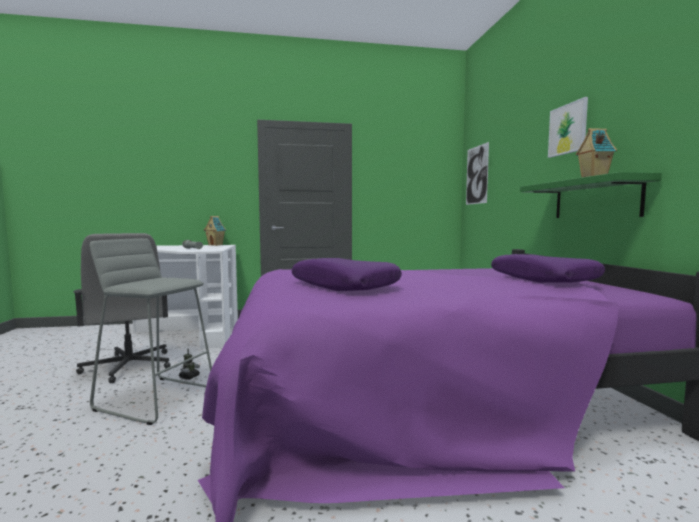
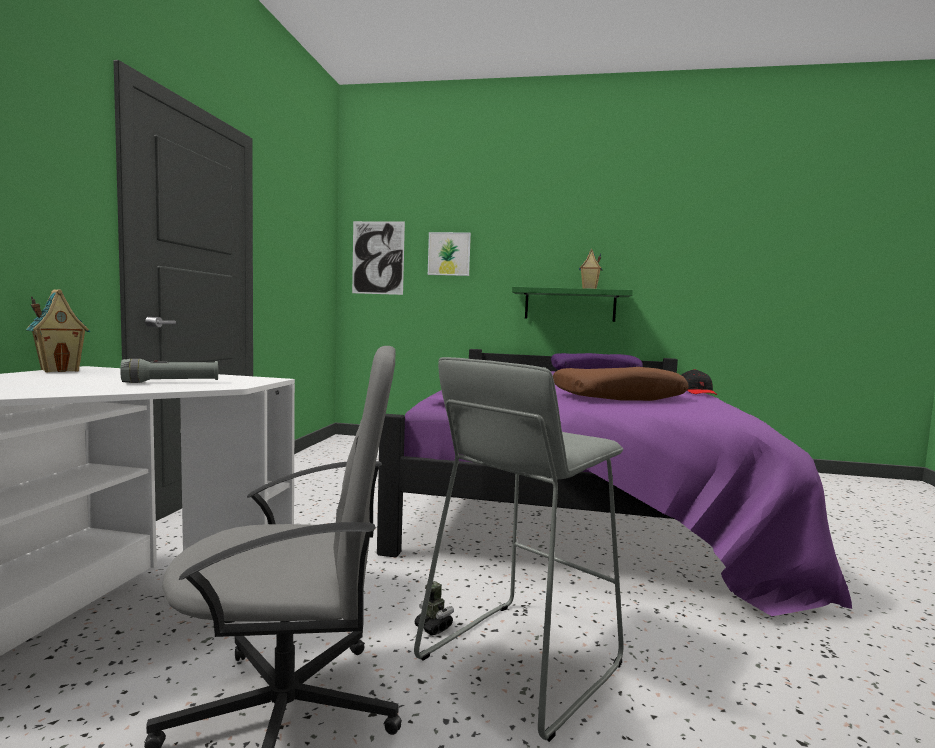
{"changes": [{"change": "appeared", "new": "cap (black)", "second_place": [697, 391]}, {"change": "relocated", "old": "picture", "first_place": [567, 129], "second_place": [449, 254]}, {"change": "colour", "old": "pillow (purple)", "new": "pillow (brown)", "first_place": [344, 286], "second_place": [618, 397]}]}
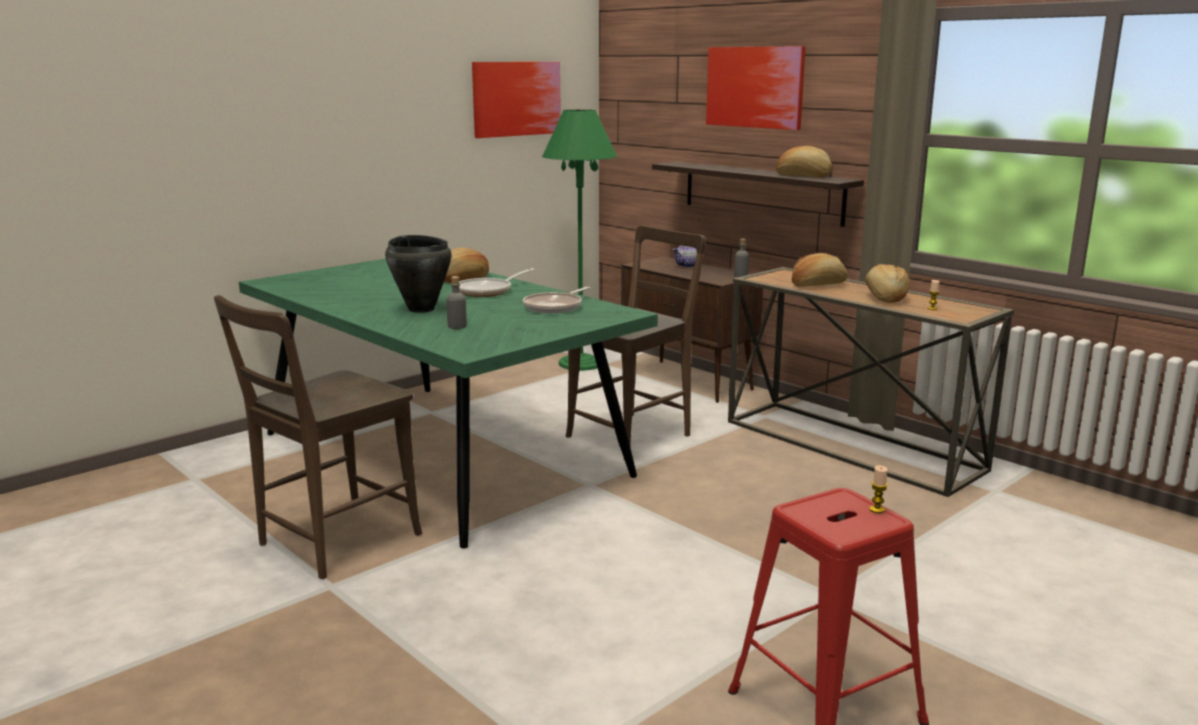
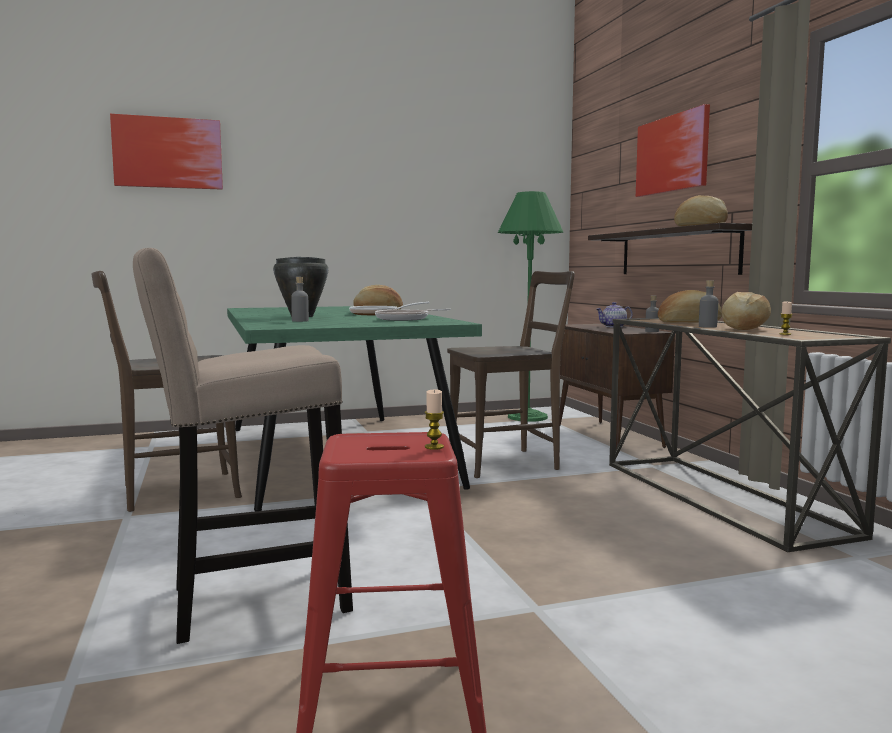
{"changes": [{"change": "appeared", "new": "stool (beige)", "second_place": [248, 601]}, {"change": "appeared", "new": "bottle (grey)", "second_place": [707, 326]}, {"change": "relocated", "old": "picture", "first_place": [516, 98], "second_place": [168, 153]}]}
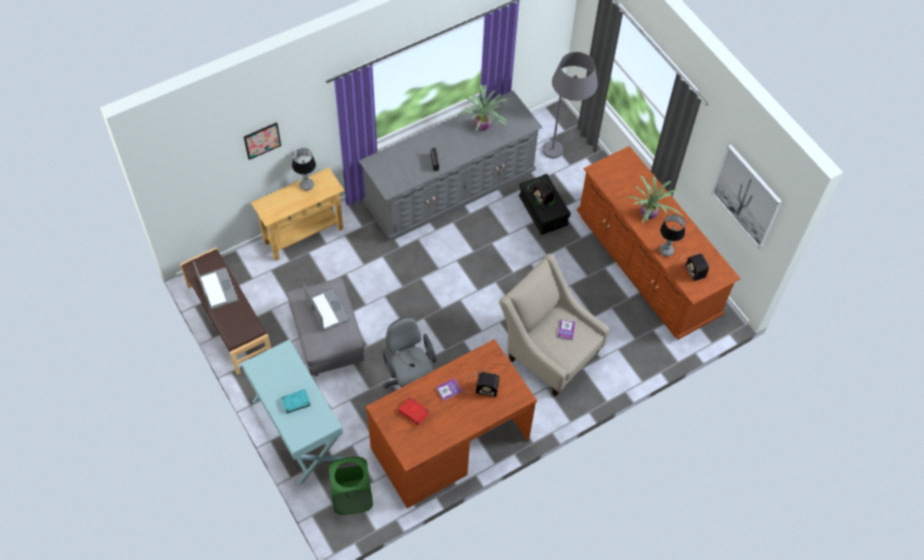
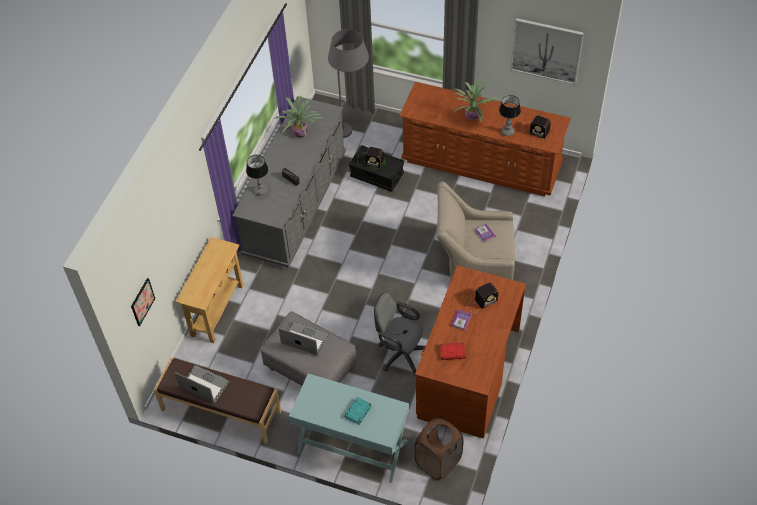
{"changes": [{"change": "relocated", "old": "picture", "first_place": [262, 140], "second_place": [142, 302]}, {"change": "relocated", "old": "table lamp", "first_place": [307, 185], "second_place": [261, 191]}, {"change": "colour", "old": "laundry basket (green)", "new": "laundry basket (brown)", "first_place": [352, 497], "second_place": [438, 461]}]}
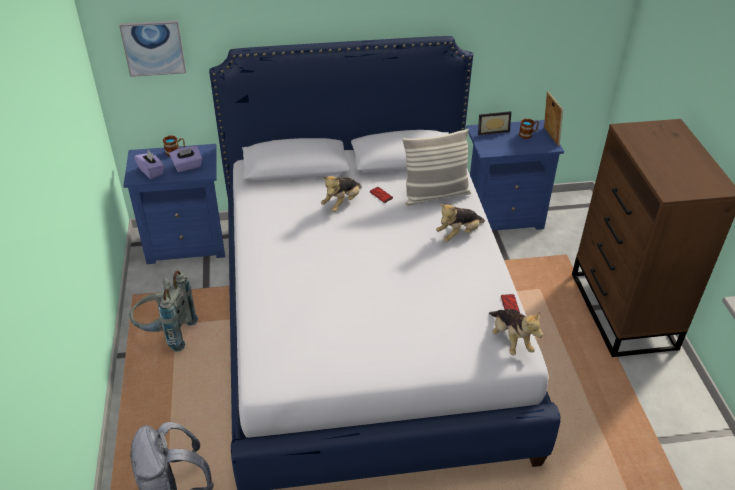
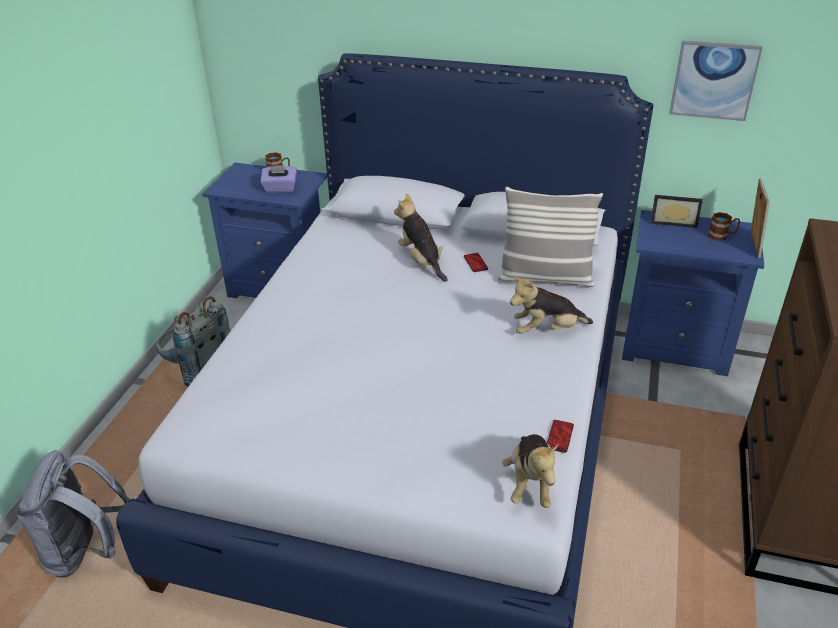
{"changes": [{"change": "missing", "old": "tissue box (purple)", "first_place": [151, 171]}, {"change": "relocated", "old": "picture", "first_place": [153, 48], "second_place": [714, 80]}, {"change": "spun", "old": "plush toy", "first_place": [342, 203], "second_place": [421, 261], "degrees": 90}]}
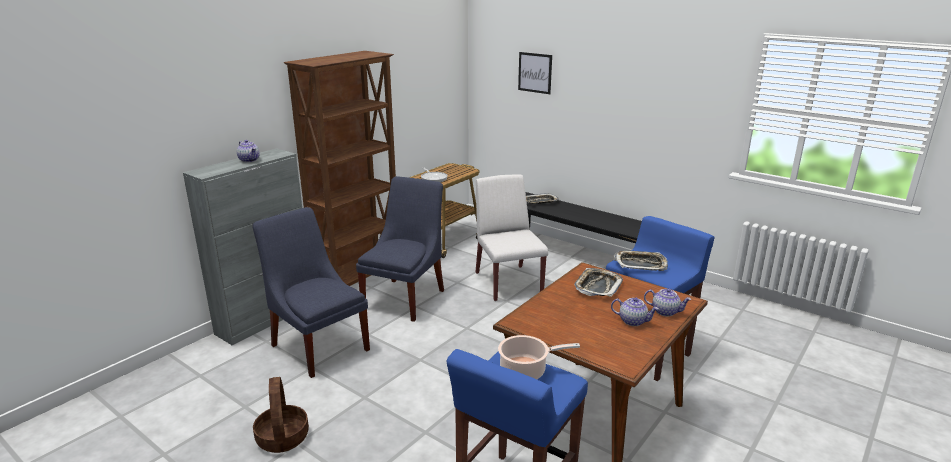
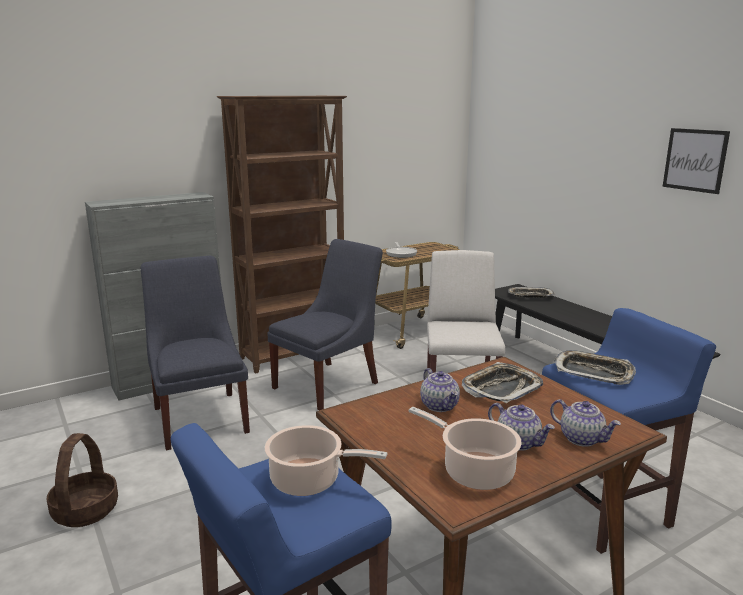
{"changes": [{"change": "appeared", "new": "cooking pot", "second_place": [474, 471]}, {"change": "relocated", "old": "teapot", "first_place": [249, 160], "second_place": [440, 406]}, {"change": "relocated", "old": "picture", "first_place": [535, 72], "second_place": [695, 160]}]}
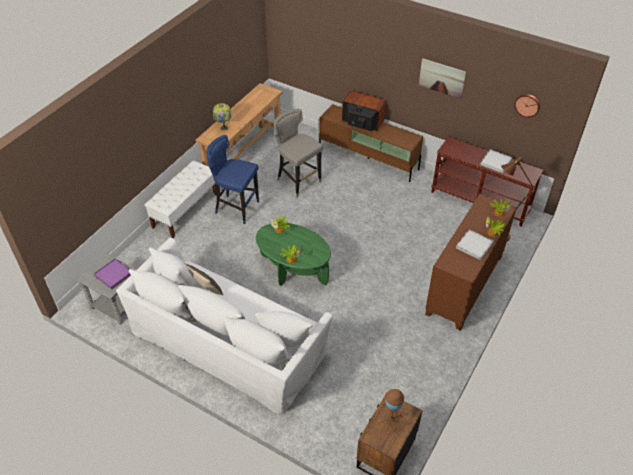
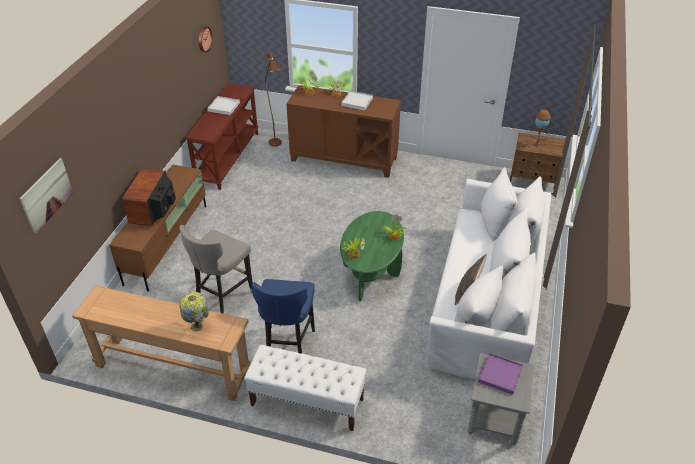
{"changes": [{"change": "relocated", "old": "picture", "first_place": [442, 78], "second_place": [46, 195]}]}
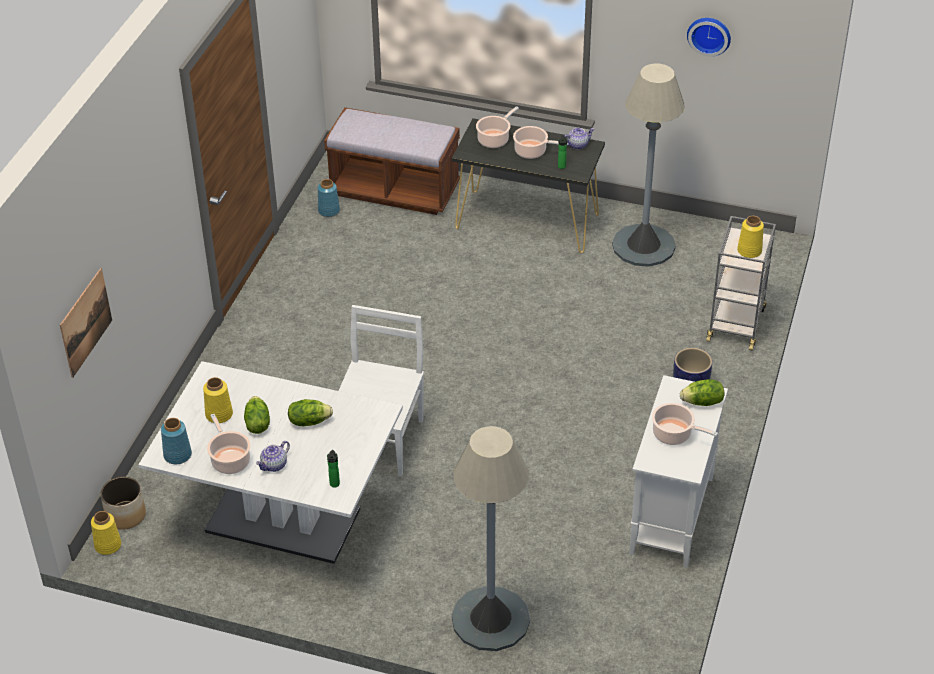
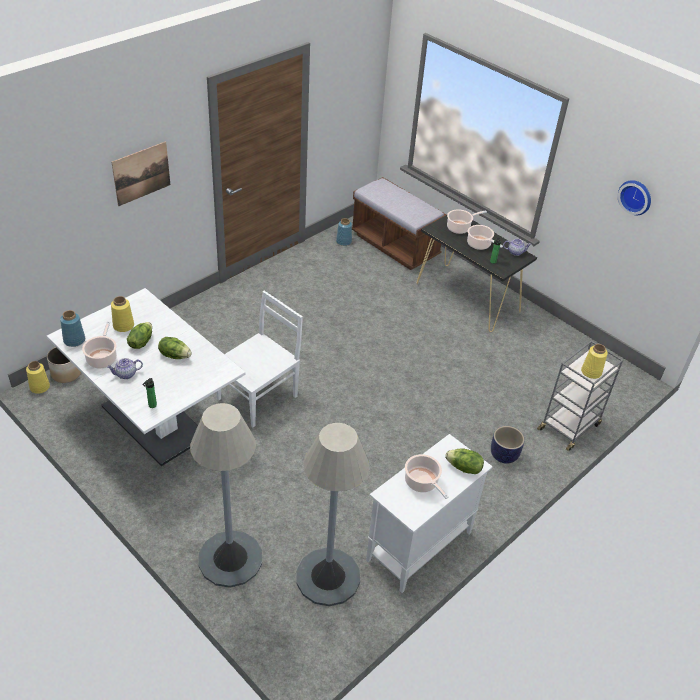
{"changes": [{"change": "relocated", "old": "picture", "first_place": [86, 322], "second_place": [141, 173]}, {"change": "relocated", "old": "floor lamp (grey)", "first_place": [643, 246], "second_place": [328, 577]}]}
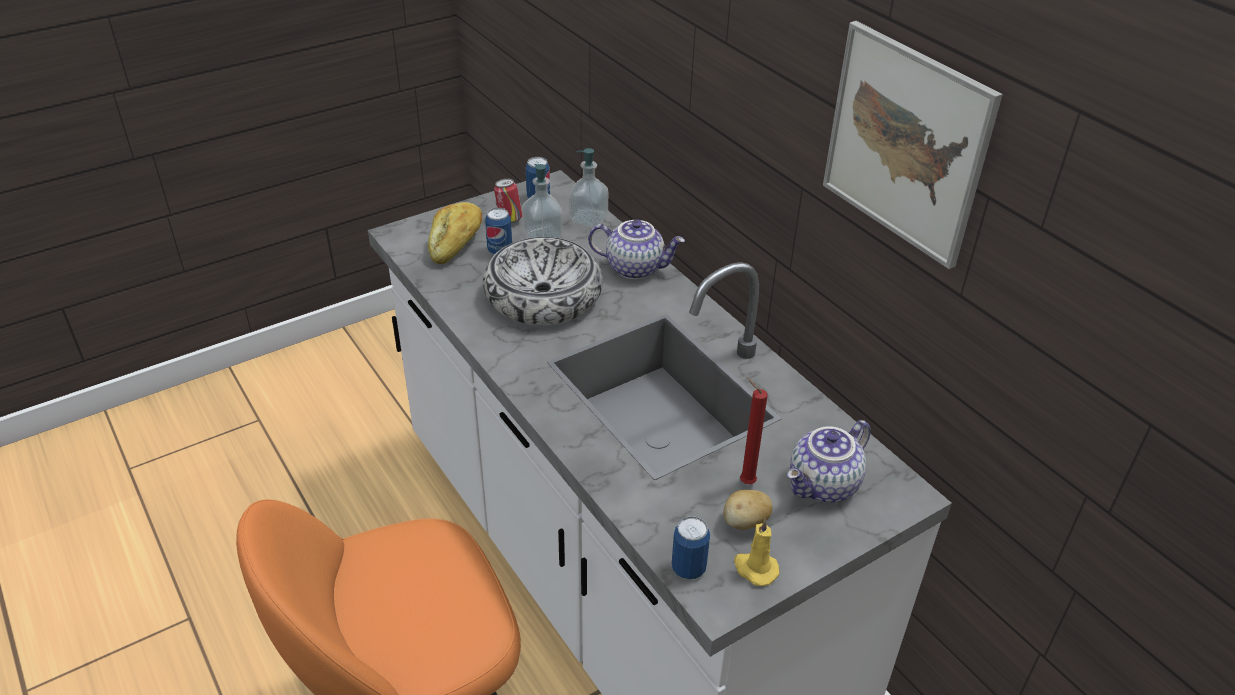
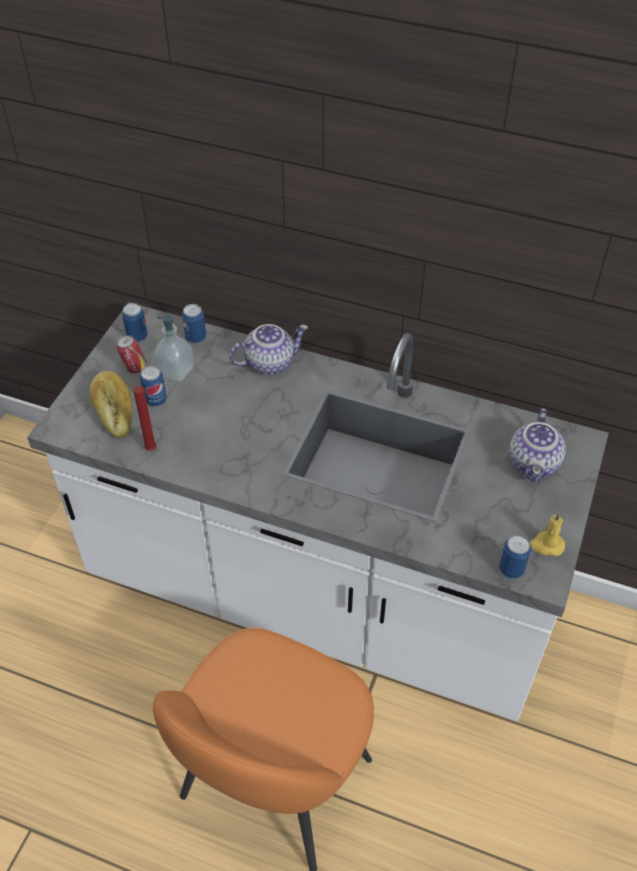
{"changes": [{"change": "missing", "old": "bowl", "first_place": [543, 295]}, {"change": "missing", "old": "potato", "first_place": [745, 523]}, {"change": "missing", "old": "picture", "first_place": [905, 143]}, {"change": "relocated", "old": "candle (red)", "first_place": [745, 481], "second_place": [148, 449]}, {"change": "exchanged", "old": "soap dispenser", "new": "can", "first_place": [588, 220], "second_place": [195, 338]}]}
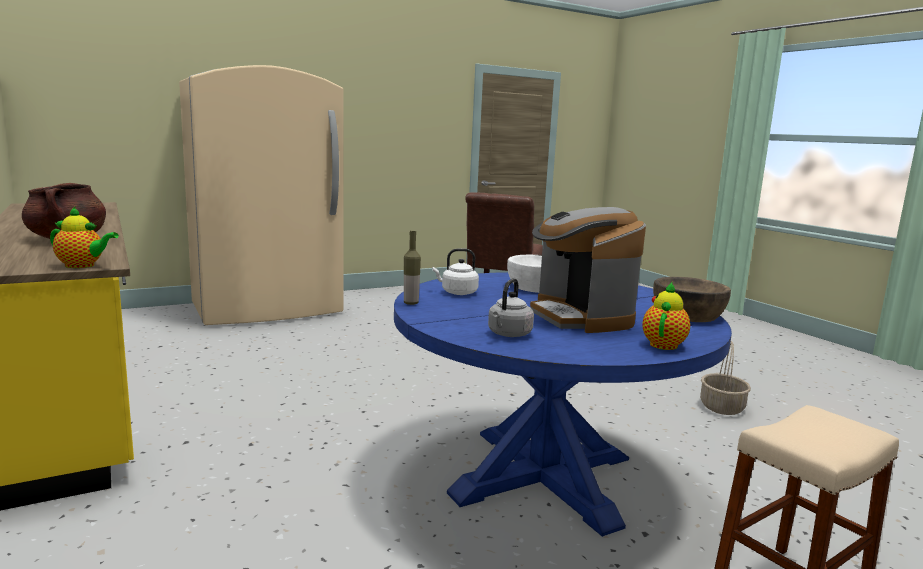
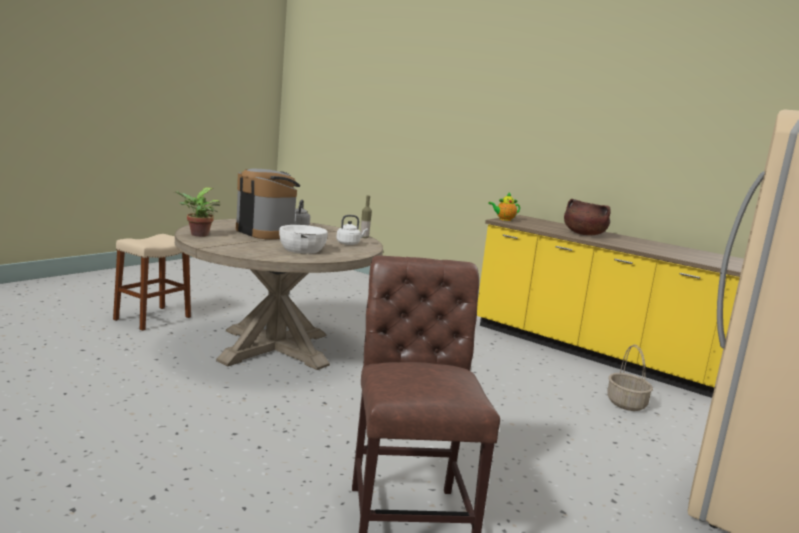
{"changes": [{"change": "missing", "old": "teapot", "first_place": [664, 344]}, {"change": "relocated", "old": "basket", "first_place": [721, 407], "second_place": [626, 404]}, {"change": "exchanged", "old": "bowl (brown)", "new": "potted plant", "first_place": [688, 314], "second_place": [197, 235]}, {"change": "colour", "old": "dining table (blue)", "new": "dining table (beige)", "first_place": [543, 475], "second_place": [275, 347]}]}
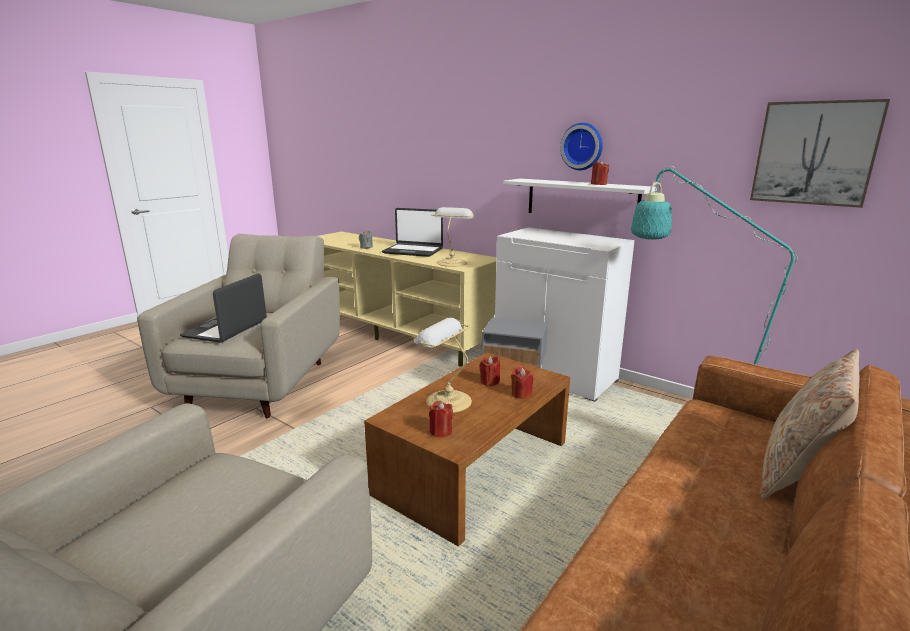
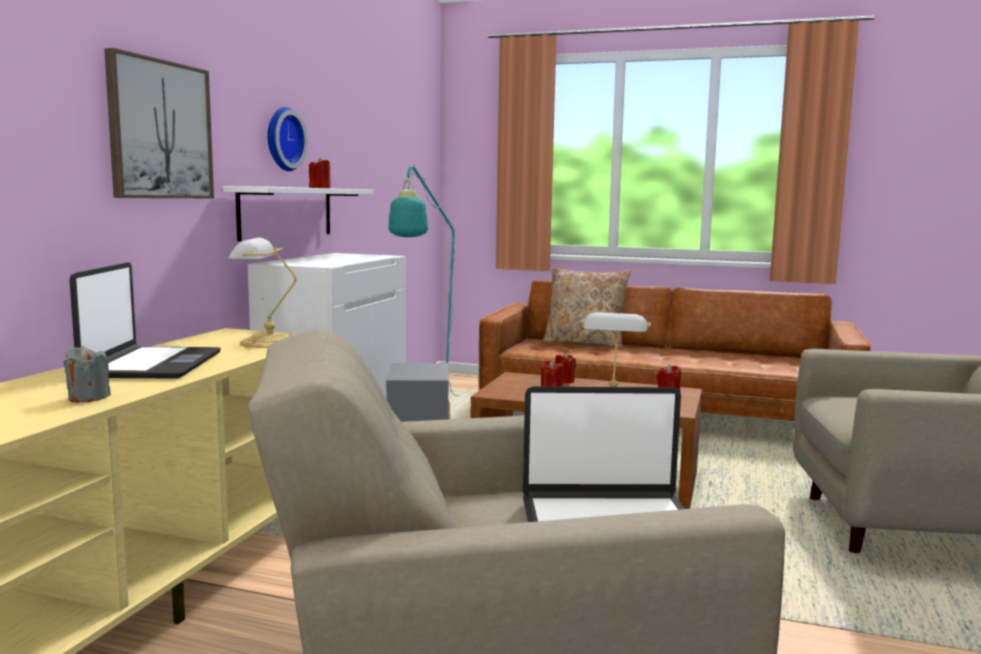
{"changes": [{"change": "relocated", "old": "picture", "first_place": [814, 153], "second_place": [160, 130]}]}
